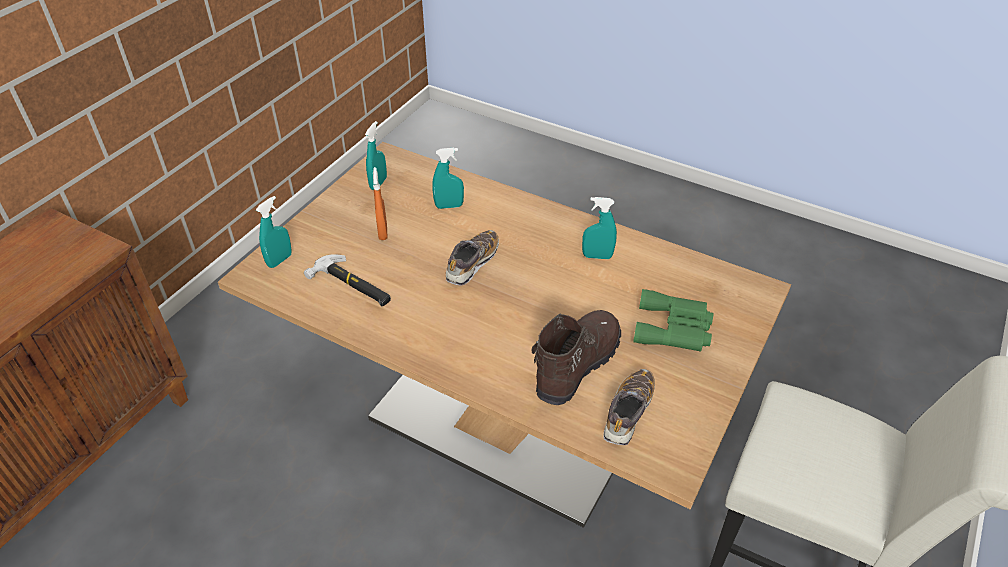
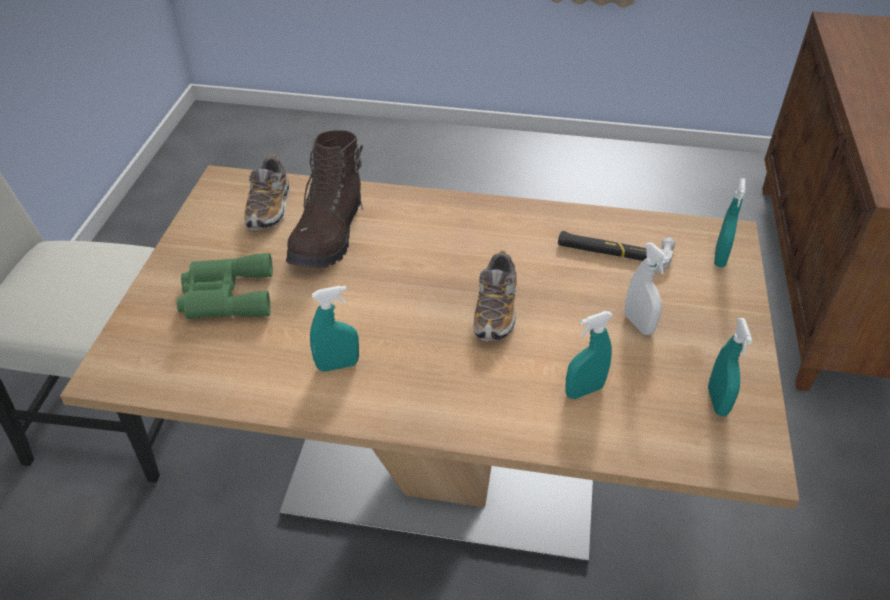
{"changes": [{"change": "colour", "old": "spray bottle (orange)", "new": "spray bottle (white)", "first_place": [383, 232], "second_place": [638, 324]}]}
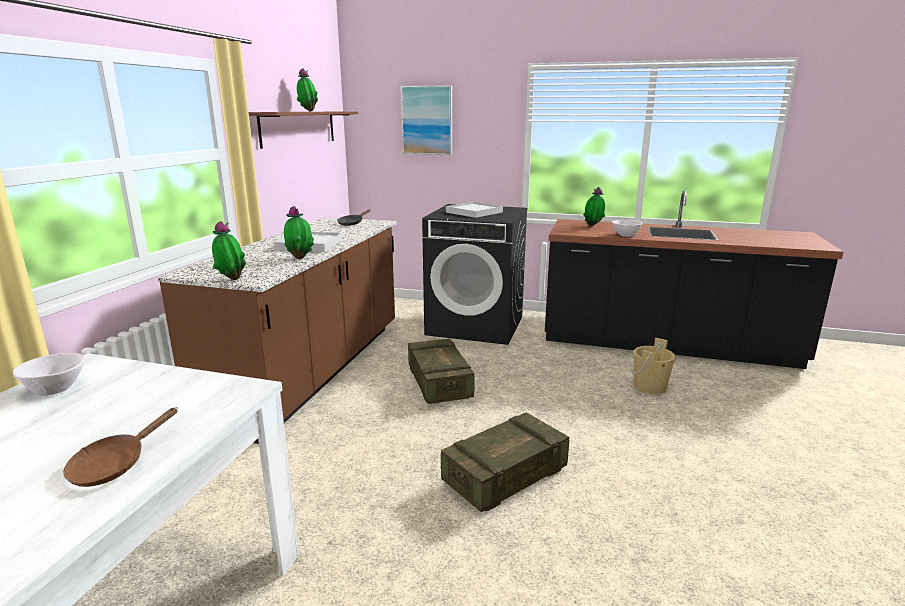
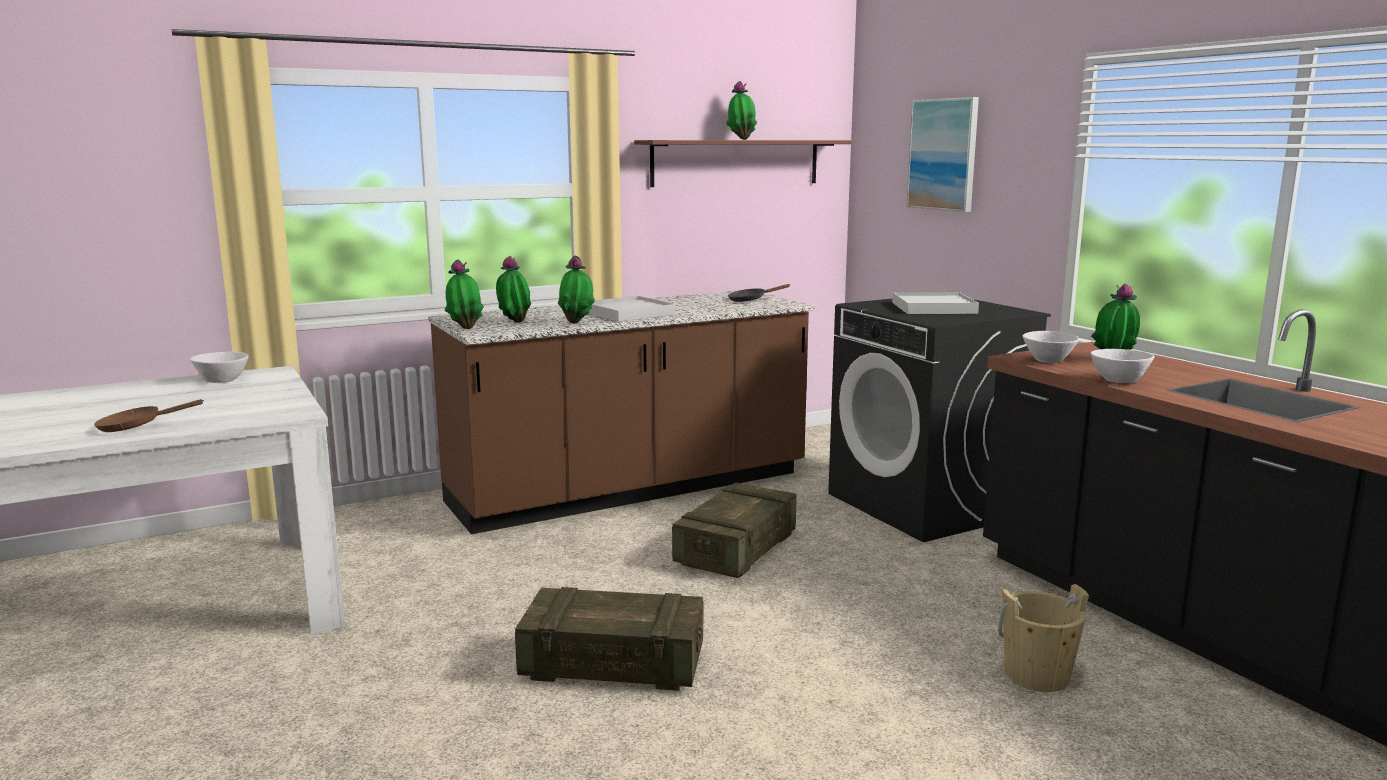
{"changes": [{"change": "appeared", "new": "potted plant", "second_place": [514, 322]}, {"change": "appeared", "new": "bowl (white)", "second_place": [1046, 360]}]}
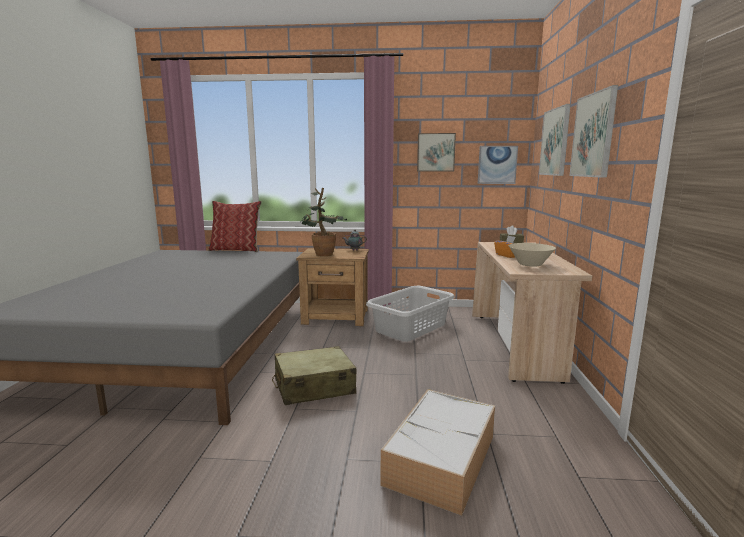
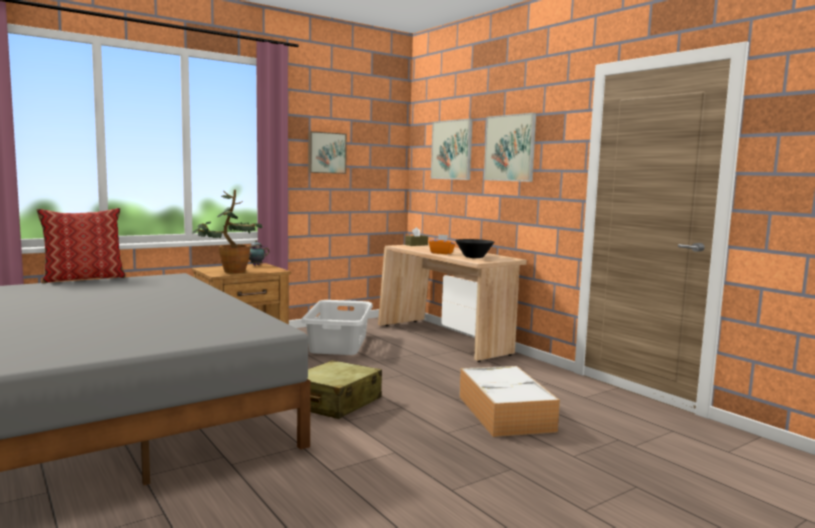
{"changes": [{"change": "missing", "old": "picture", "first_place": [497, 165]}, {"change": "colour", "old": "bowl (beige)", "new": "bowl (black)", "first_place": [530, 264], "second_place": [474, 257]}]}
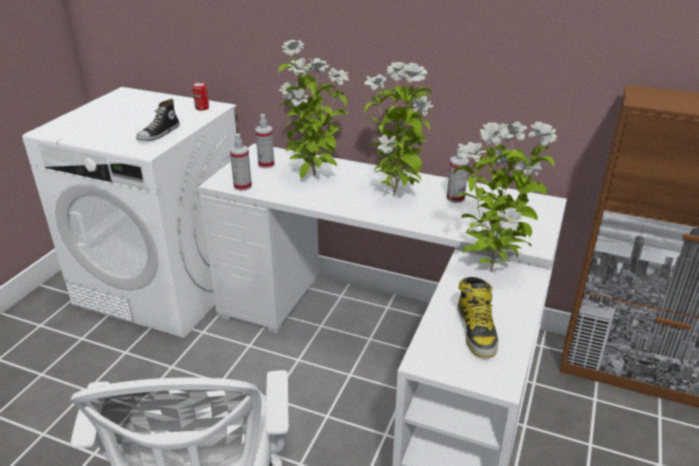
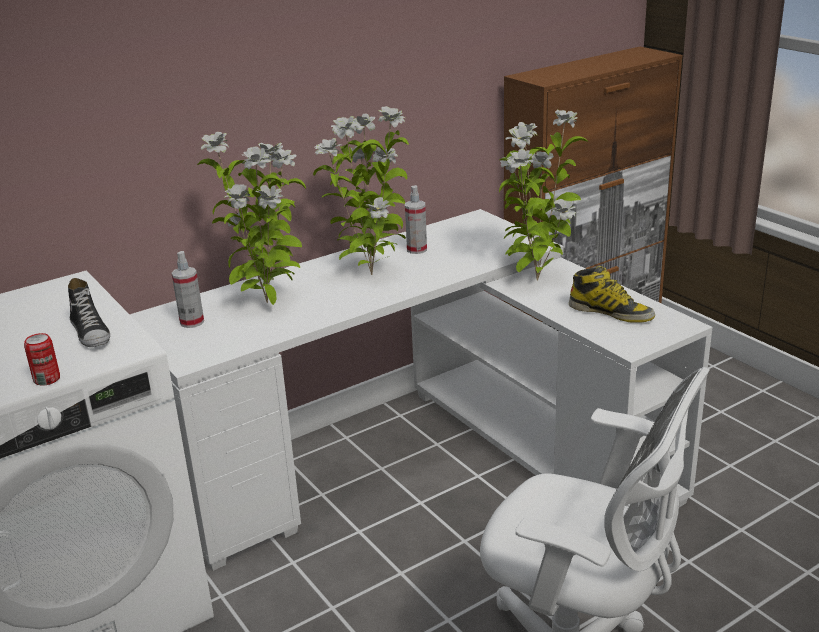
{"changes": [{"change": "missing", "old": "spray bottle", "first_place": [242, 186]}, {"change": "relocated", "old": "can", "first_place": [202, 108], "second_place": [47, 379]}]}
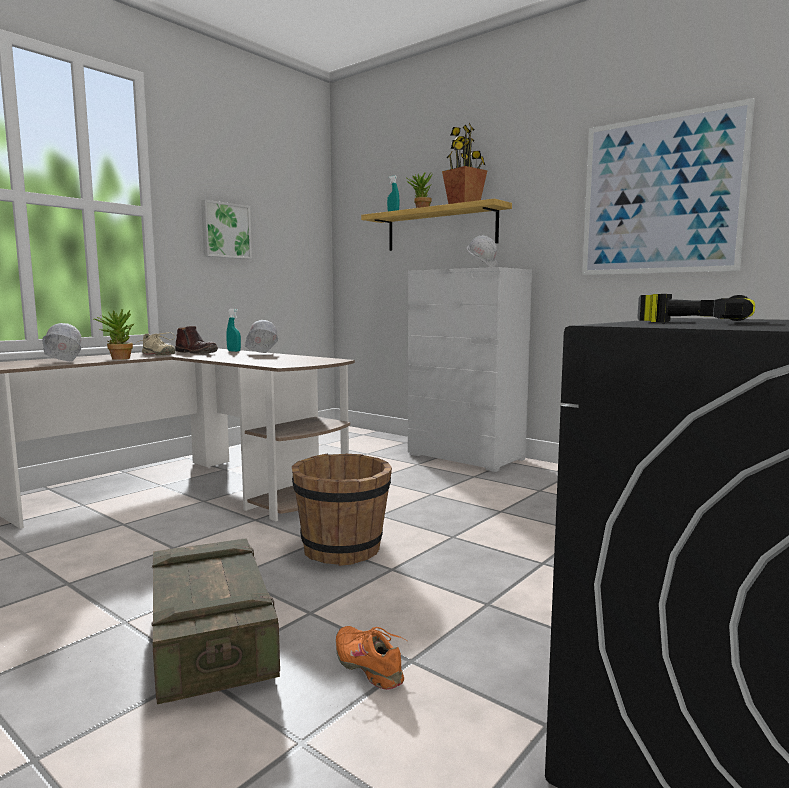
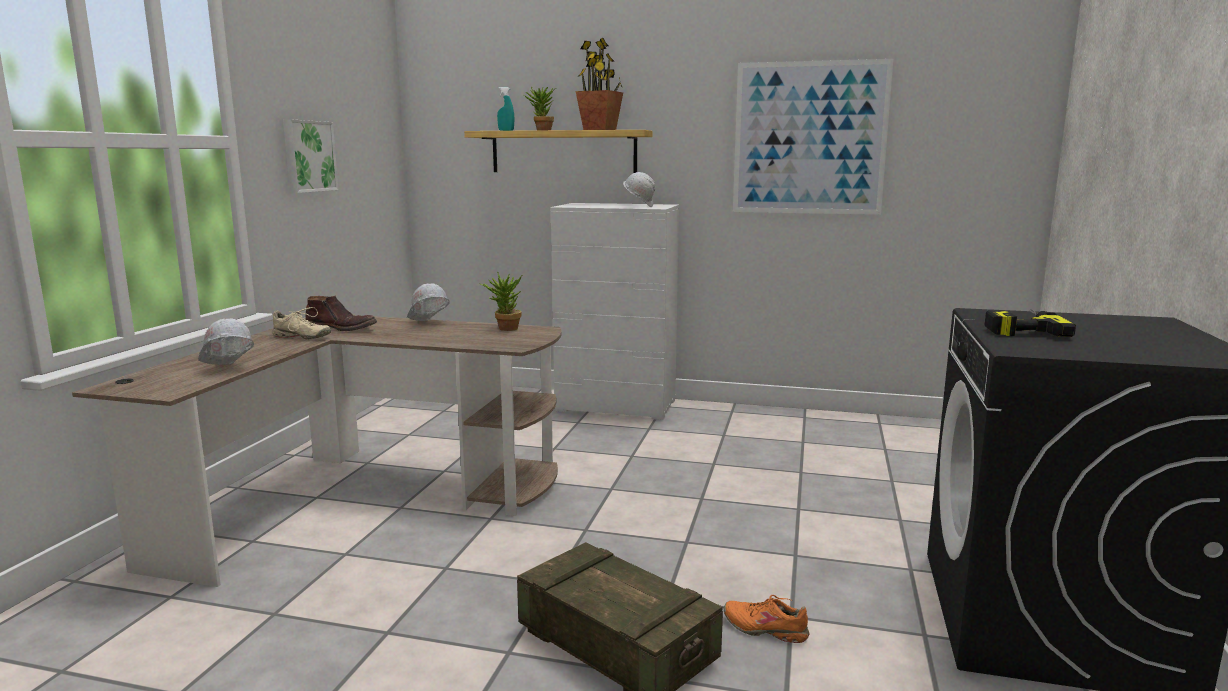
{"changes": [{"change": "missing", "old": "spray bottle (turquoise)", "first_place": [234, 351]}, {"change": "missing", "old": "bucket (brown)", "first_place": [342, 549]}, {"change": "relocated", "old": "potted plant", "first_place": [117, 358], "second_place": [504, 329]}]}
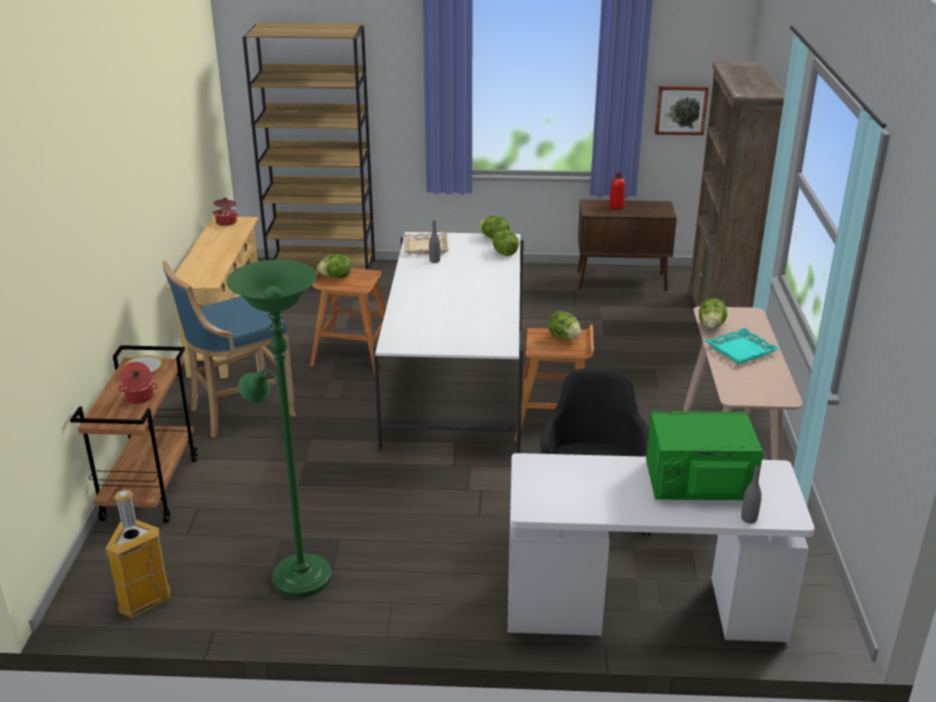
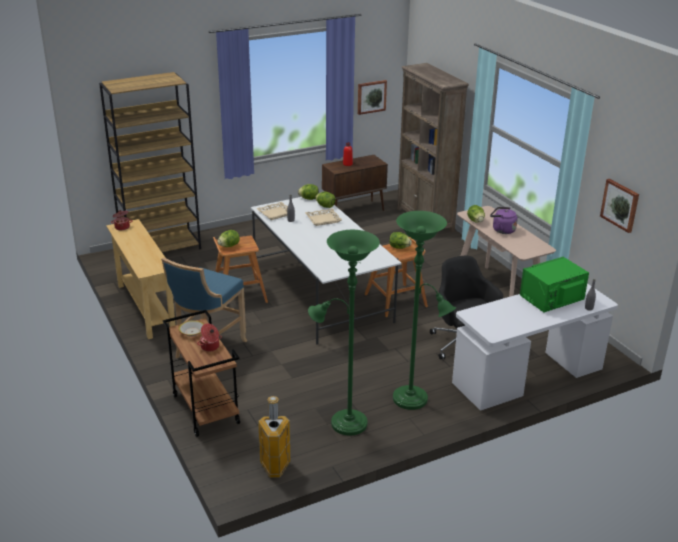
{"changes": [{"change": "appeared", "new": "tray (beige)", "second_place": [323, 219]}, {"change": "appeared", "new": "floor lamp (green)", "second_place": [414, 400]}, {"change": "appeared", "new": "picture", "second_place": [620, 205]}, {"change": "exchanged", "old": "tray (turquoise)", "new": "kettle (purple)", "first_place": [740, 350], "second_place": [502, 230]}]}
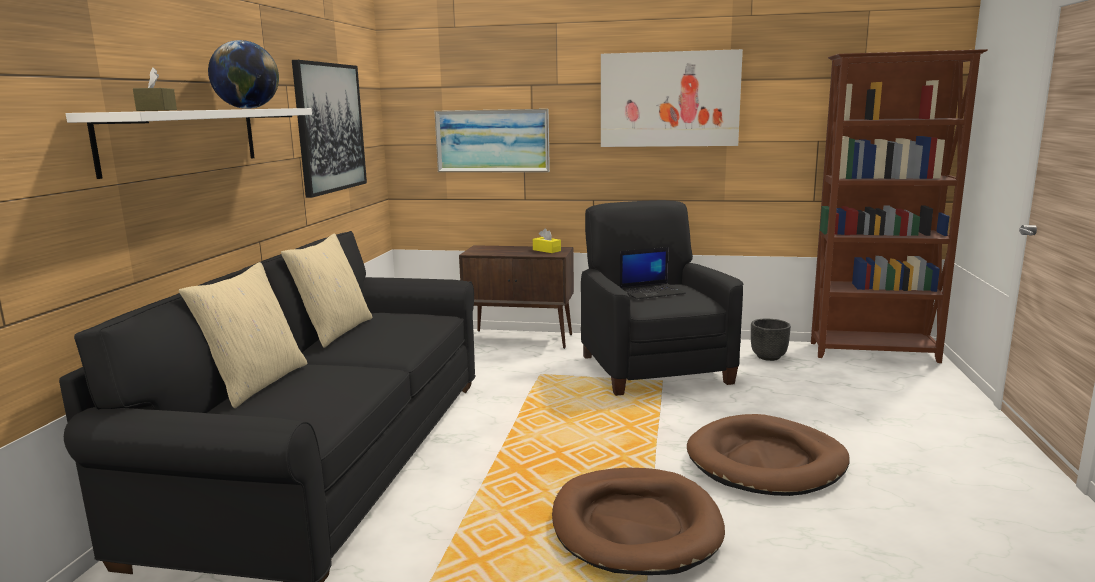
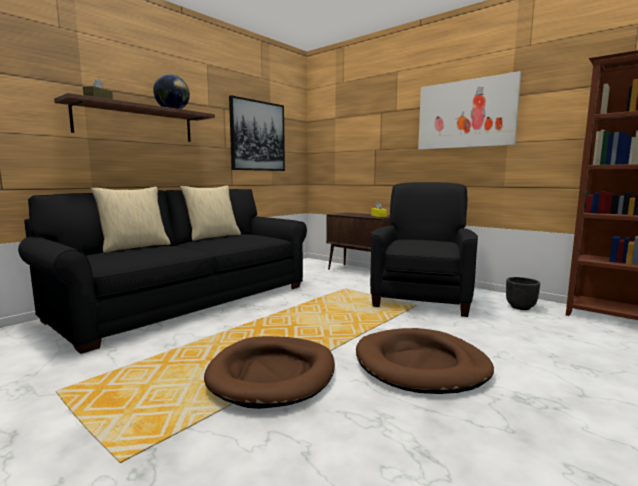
{"changes": [{"change": "missing", "old": "picture", "first_place": [492, 141]}, {"change": "missing", "old": "laptop", "first_place": [652, 292]}, {"change": "colour", "old": "shelf (white)", "new": "shelf (brown)", "first_place": [182, 139], "second_place": [136, 123]}]}
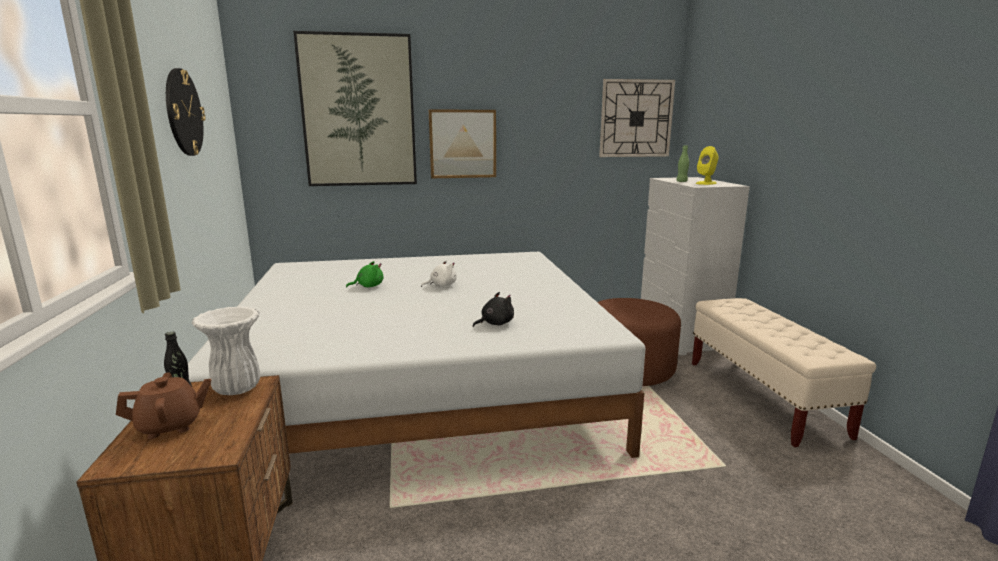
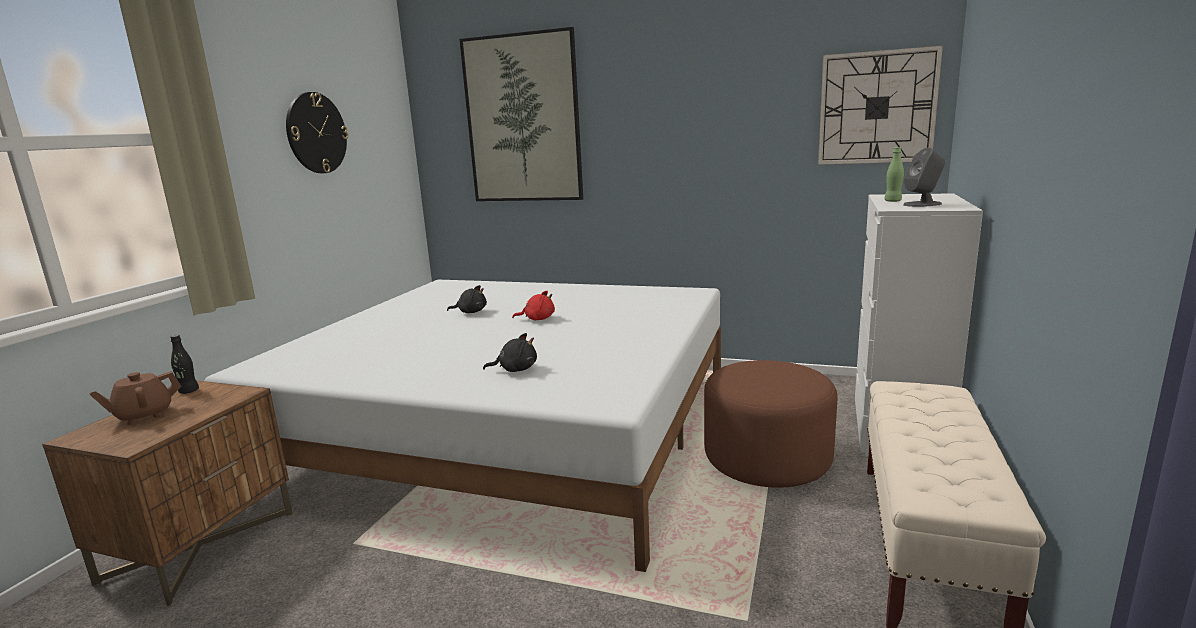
{"changes": [{"change": "missing", "old": "vase (white)", "first_place": [236, 389]}, {"change": "missing", "old": "picture", "first_place": [462, 144]}, {"change": "colour", "old": "plush toy (green)", "new": "plush toy (black)", "first_place": [368, 286], "second_place": [470, 312]}, {"change": "colour", "old": "plush toy (white)", "new": "plush toy (red)", "first_place": [441, 285], "second_place": [537, 319]}, {"change": "colour", "old": "speaker (yellow)", "new": "speaker (grey)", "first_place": [706, 183], "second_place": [922, 204]}, {"change": "spun", "old": "teapot (brown)", "first_place": [170, 426], "second_place": [144, 415], "degrees": 135}]}
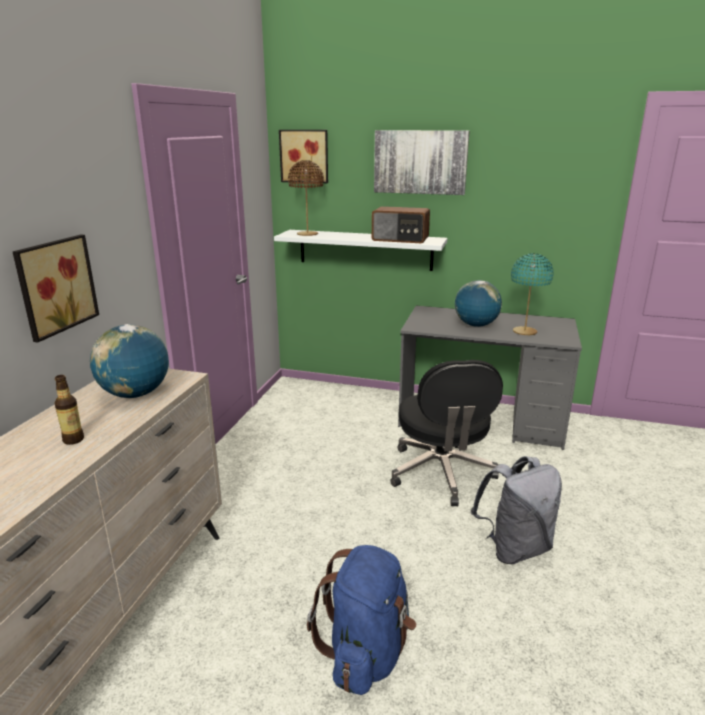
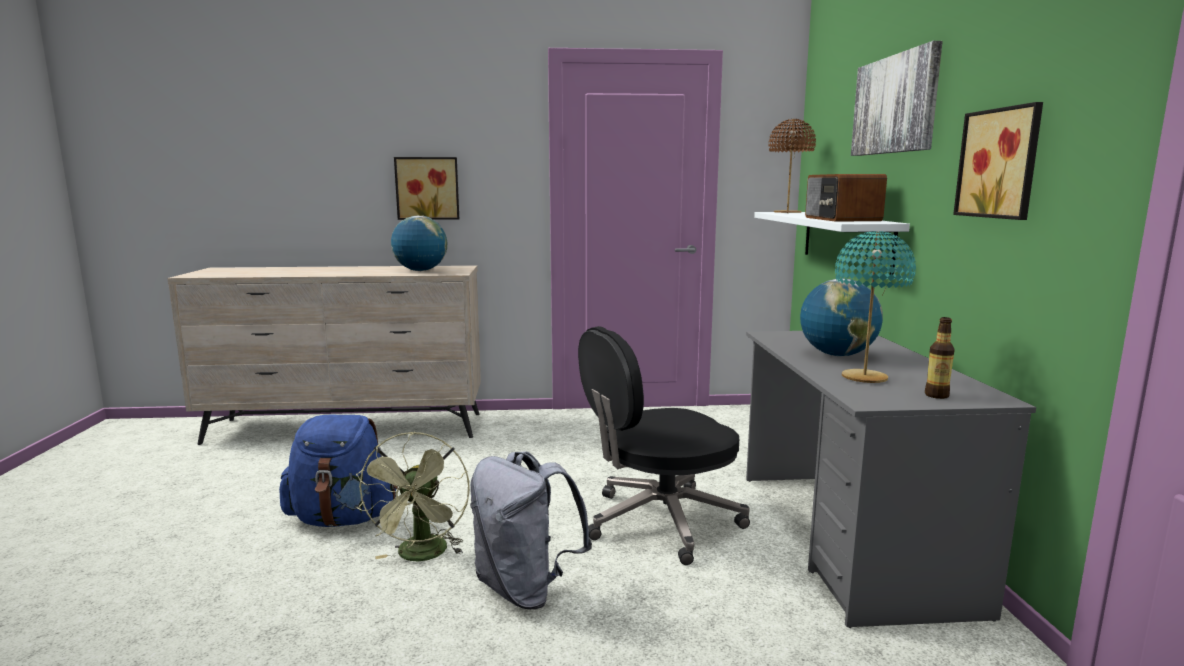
{"changes": [{"change": "appeared", "new": "fan (green)", "second_place": [421, 556]}, {"change": "relocated", "old": "bottle", "first_place": [73, 440], "second_place": [936, 395]}, {"change": "relocated", "old": "picture", "first_place": [304, 156], "second_place": [1001, 163]}]}
